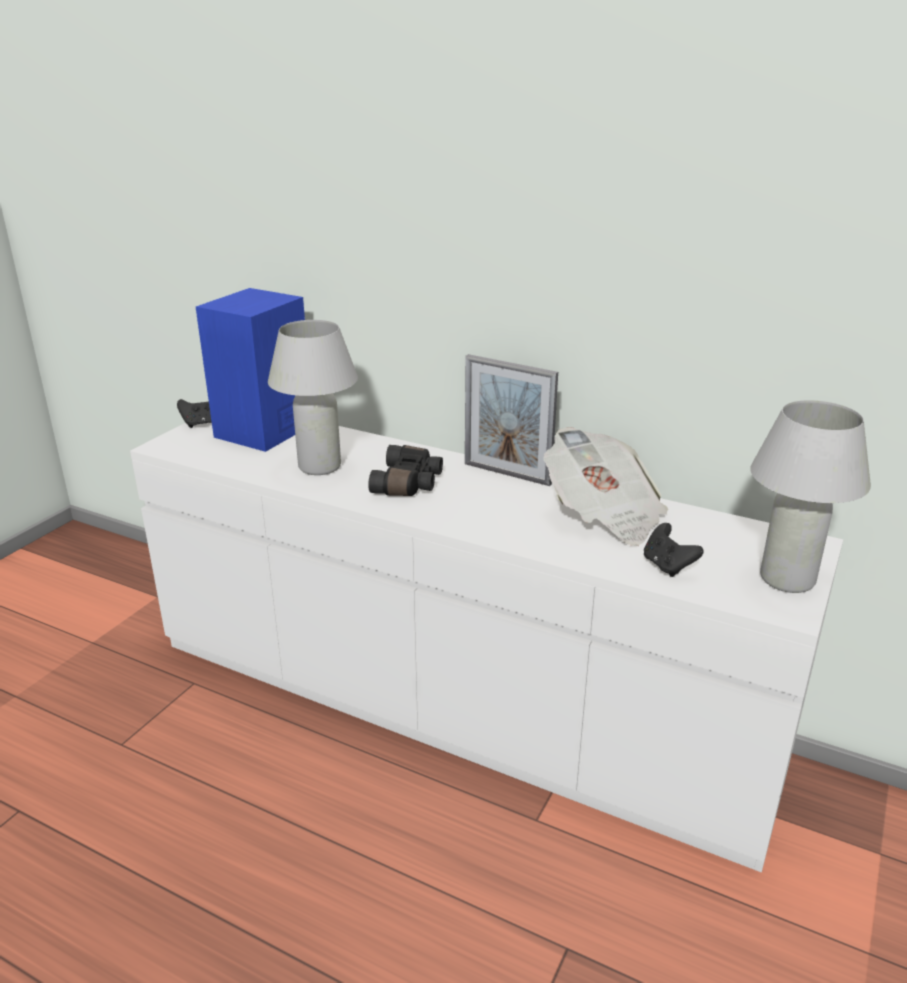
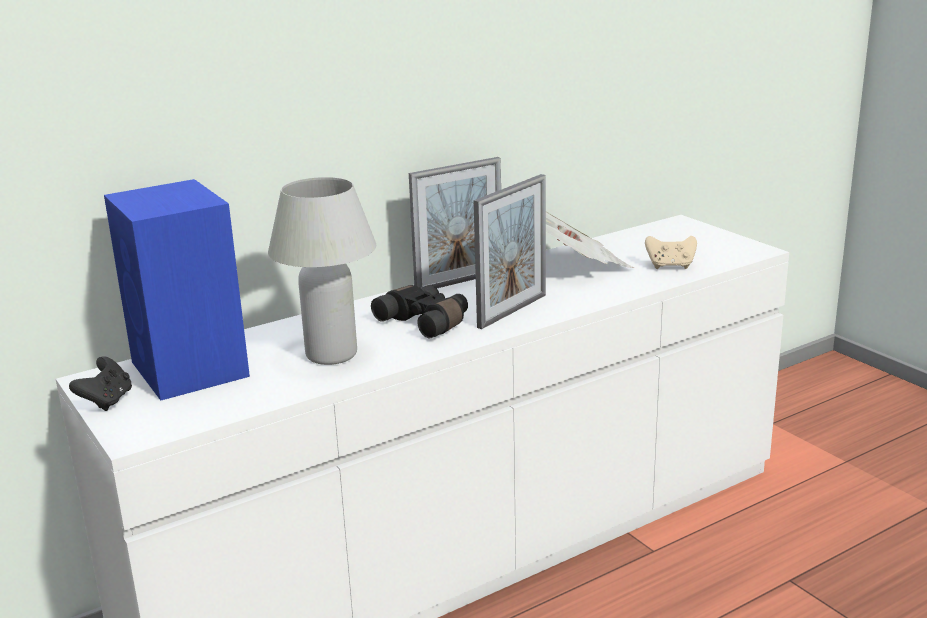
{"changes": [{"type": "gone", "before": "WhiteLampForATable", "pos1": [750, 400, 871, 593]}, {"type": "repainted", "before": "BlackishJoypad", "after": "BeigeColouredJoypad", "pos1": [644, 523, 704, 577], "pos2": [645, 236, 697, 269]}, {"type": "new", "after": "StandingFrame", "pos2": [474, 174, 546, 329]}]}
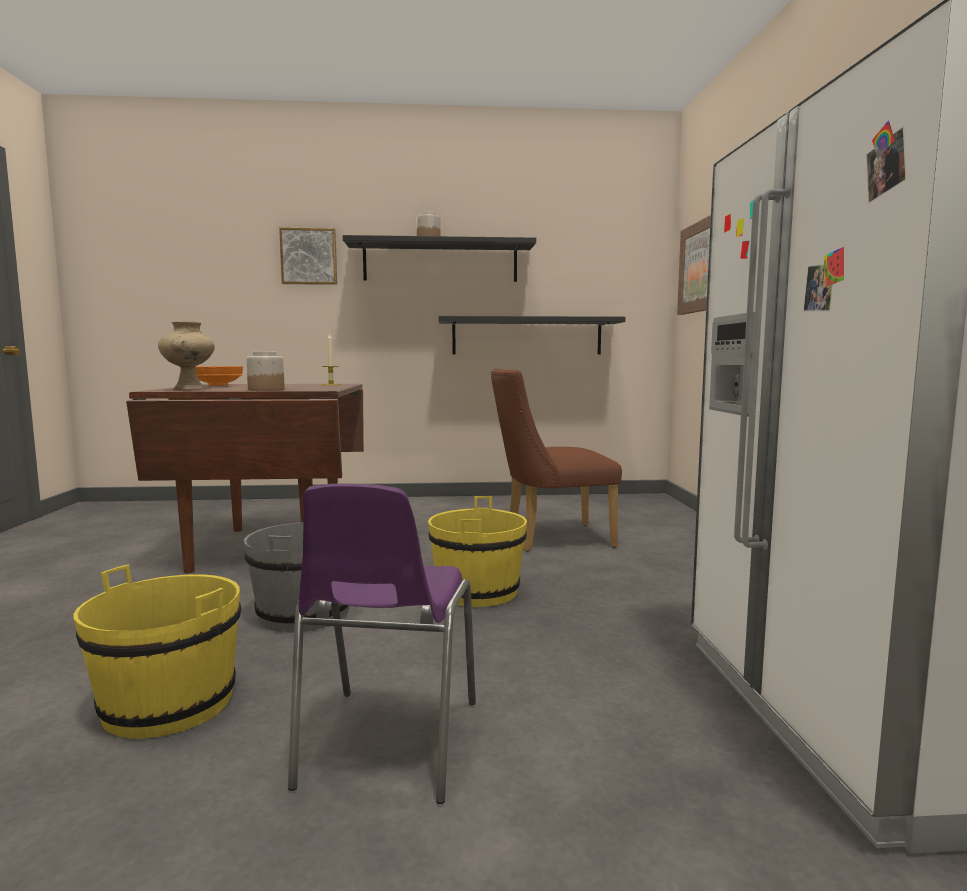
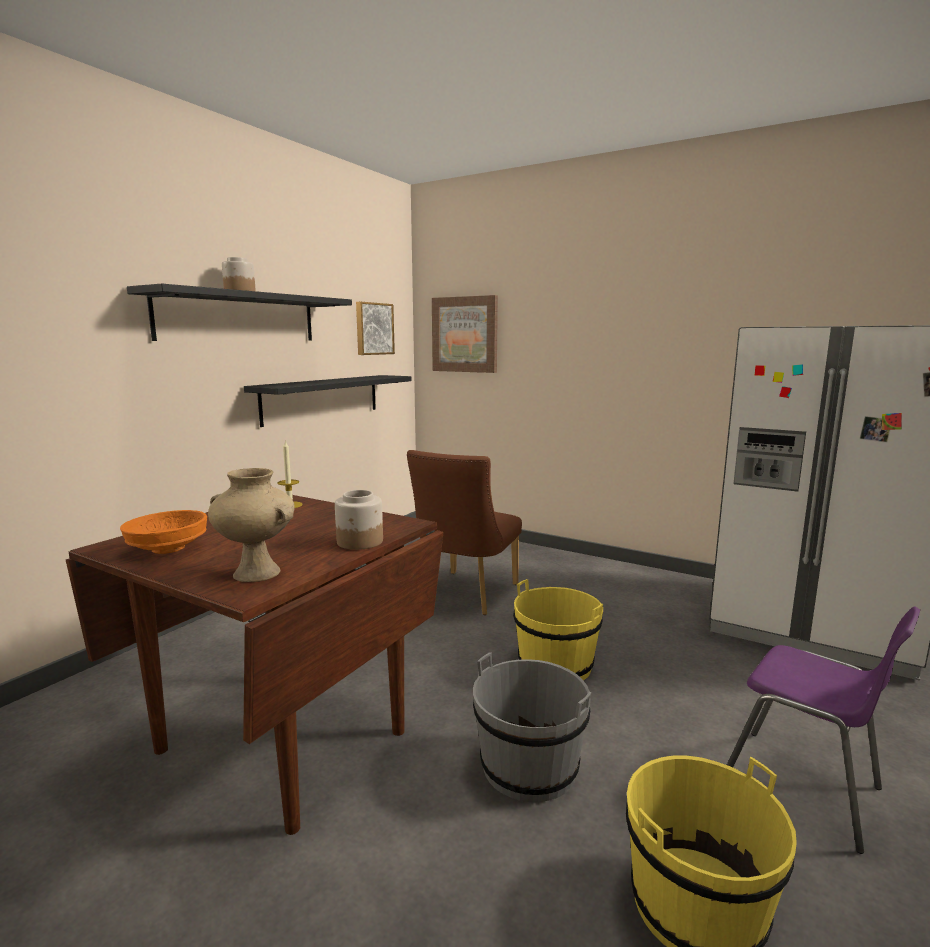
{"changes": [{"type": "shifted", "before": "WallArt", "pos1": [279, 228, 337, 285], "pos2": [356, 302, 395, 355]}]}
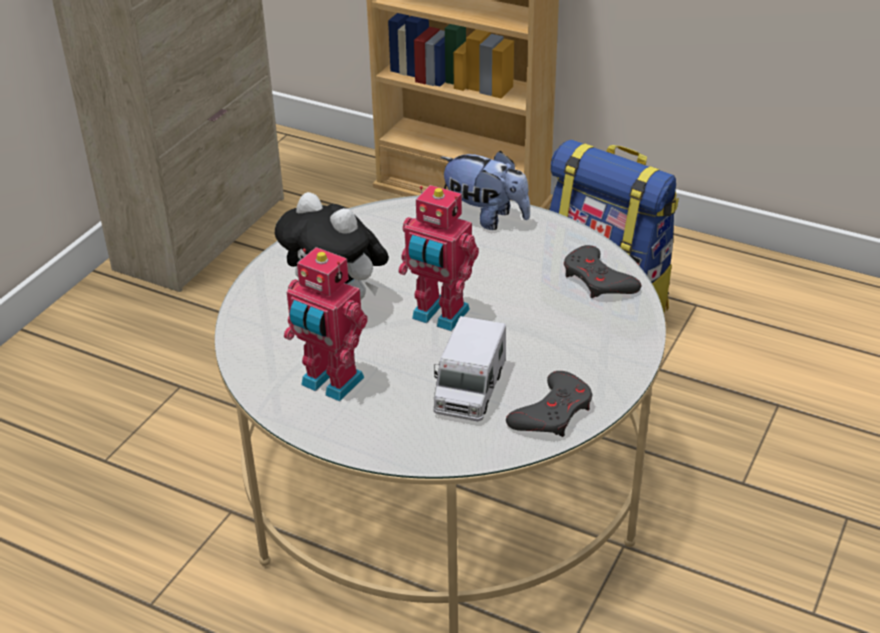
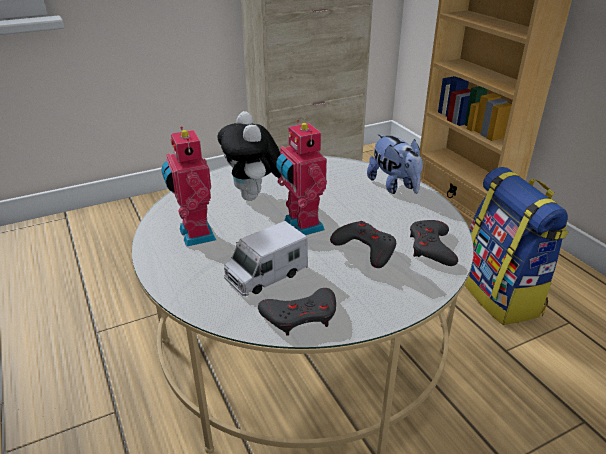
{"changes": [{"type": "new", "after": "GreyishJoypad", "pos2": [330, 221, 396, 268]}]}
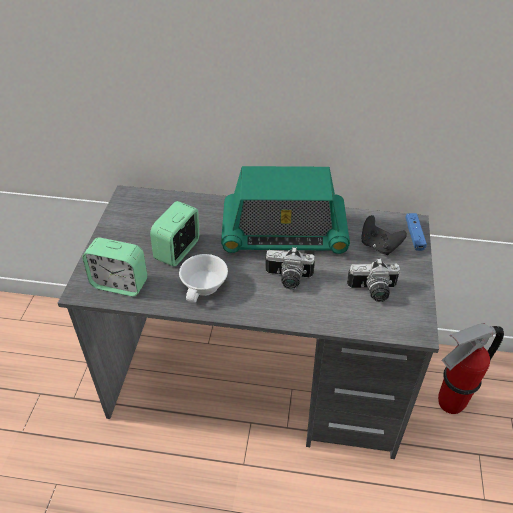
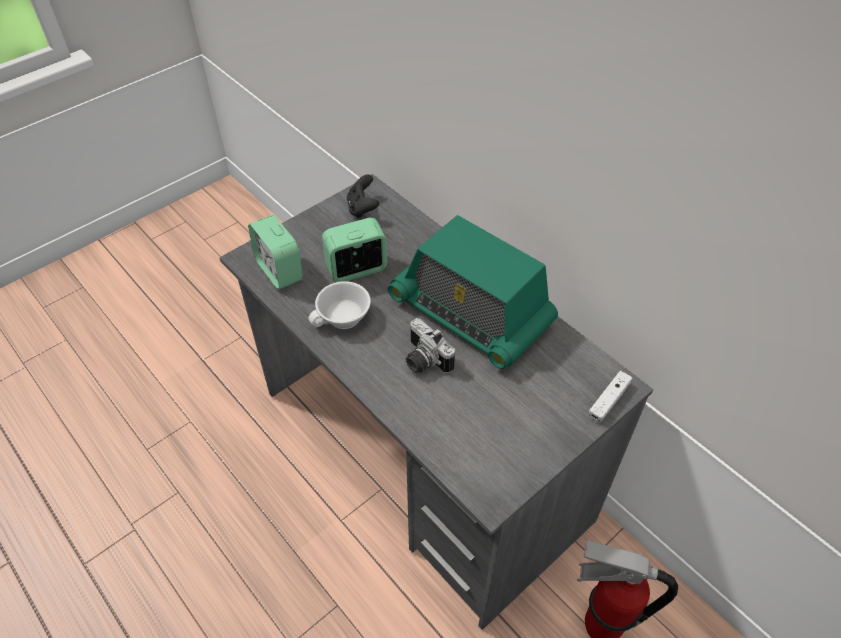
{"changes": [{"type": "repainted", "before": "BlueColouredJoypad", "after": "WhiteJoypad", "pos1": [405, 213, 427, 251], "pos2": [588, 371, 632, 423]}, {"type": "shifted", "before": "BlackishJoypad", "pos1": [361, 215, 407, 255], "pos2": [347, 174, 379, 218]}, {"type": "gone", "before": "PhotoCamera", "pos1": [347, 258, 400, 302]}]}
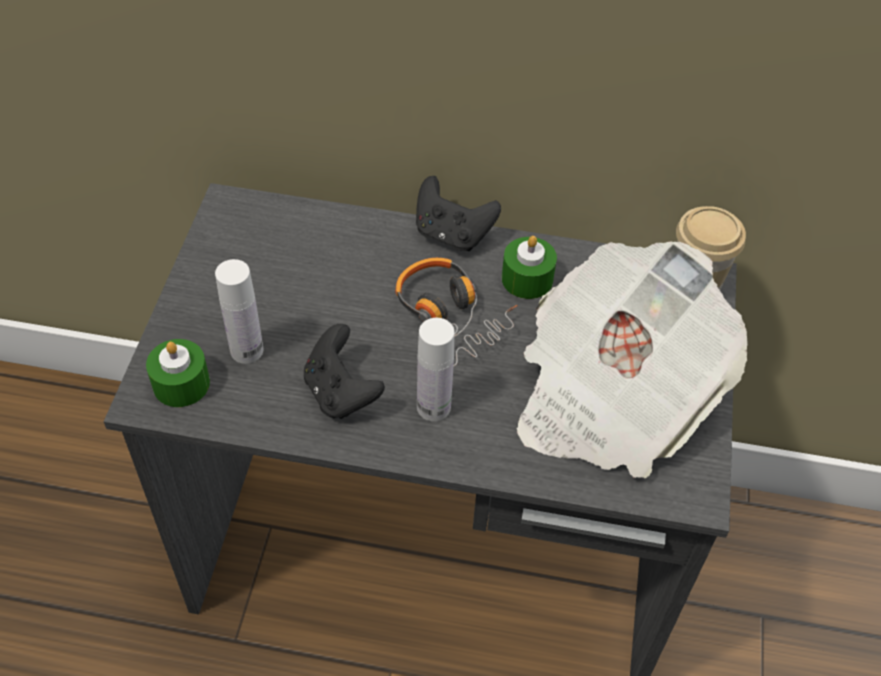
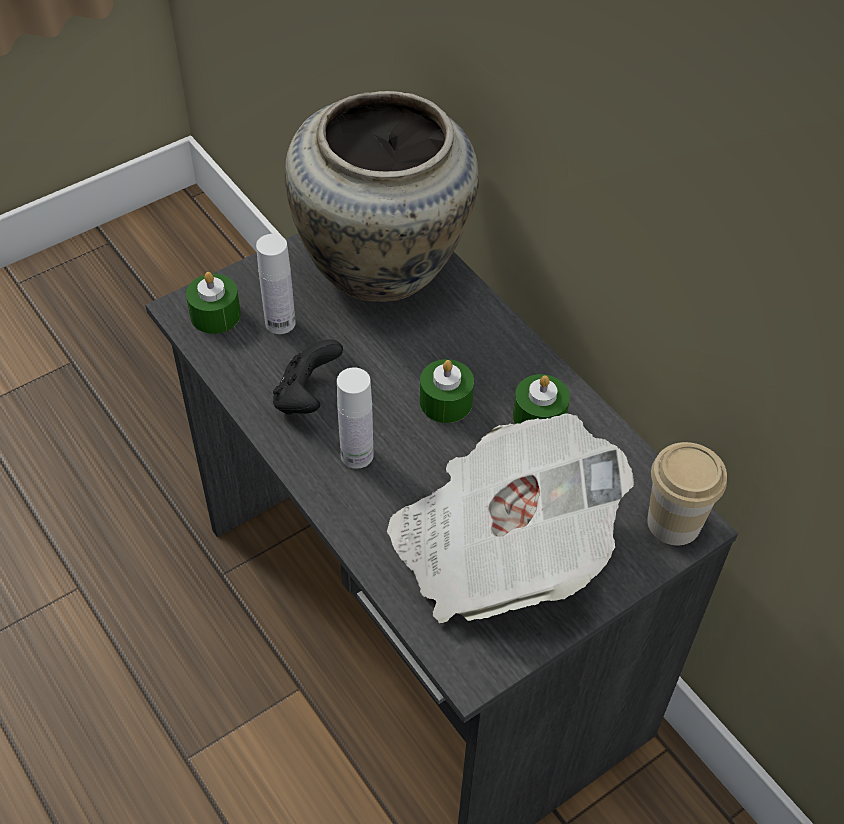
{"changes": [{"type": "gone", "before": "BlackishJoypad", "pos1": [416, 176, 501, 251]}, {"type": "swapped", "before": "Headset", "after": "GreenishWaxCandle", "pos1": [395, 258, 518, 367], "pos2": [420, 359, 474, 423]}, {"type": "new", "after": "BeigeColouredFlowerVase", "pos2": [285, 91, 479, 302]}]}
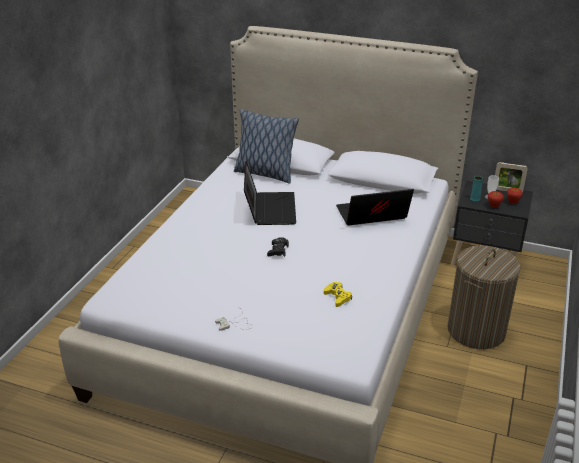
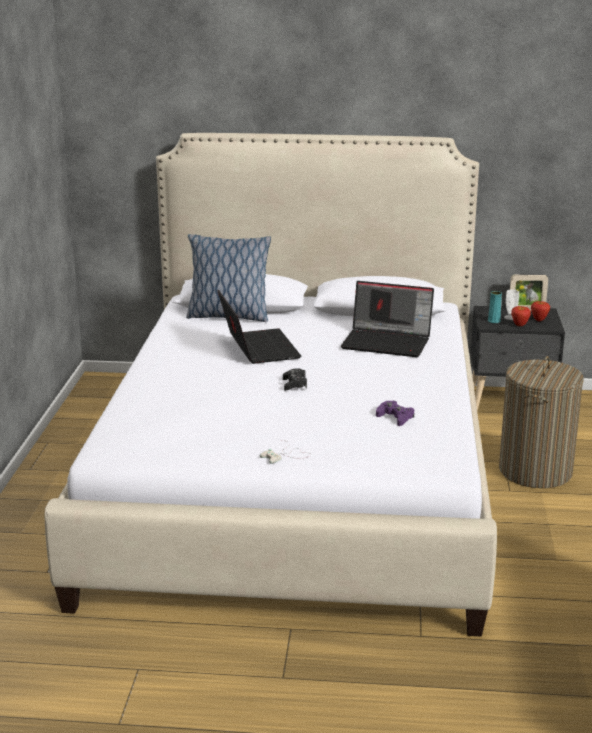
{"changes": [{"type": "rotated", "before": "Laptop", "pos1": [336, 189, 414, 226], "pos2": [341, 281, 434, 357], "turn": -135}, {"type": "repainted", "before": "YellowishJoypad", "after": "PurpleJoypad", "pos1": [324, 282, 352, 307], "pos2": [376, 401, 414, 426]}]}
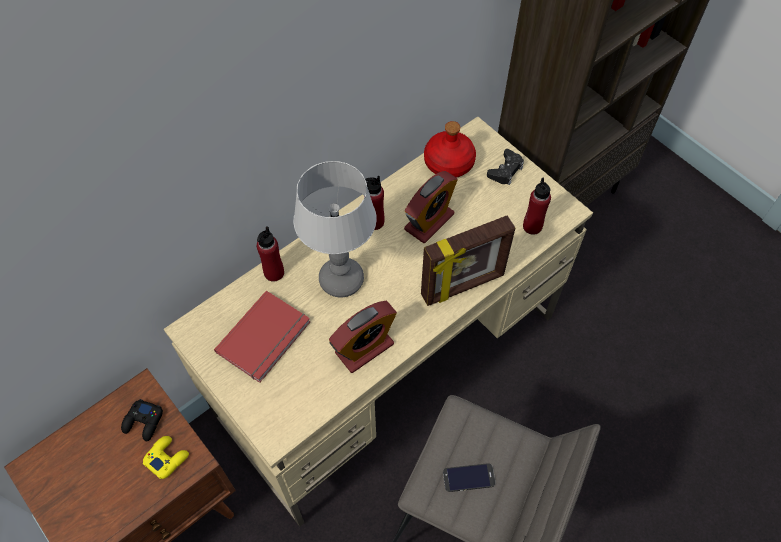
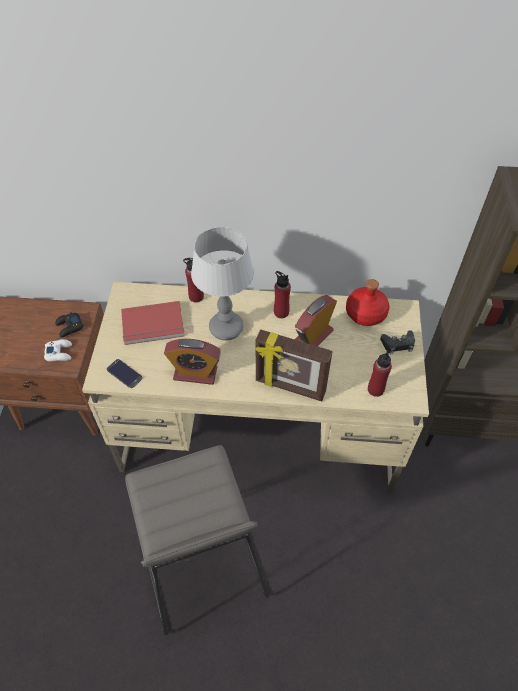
{"changes": [{"type": "rotated", "before": "BedsideClock", "pos1": [404, 171, 457, 243], "pos2": [295, 295, 337, 346], "turn": 135}, {"type": "repainted", "before": "YellowishJoypad", "after": "WhiteJoypad", "pos1": [142, 436, 189, 479], "pos2": [44, 339, 72, 361]}, {"type": "shifted", "before": "Telephone", "pos1": [443, 463, 495, 492], "pos2": [107, 359, 142, 388]}]}
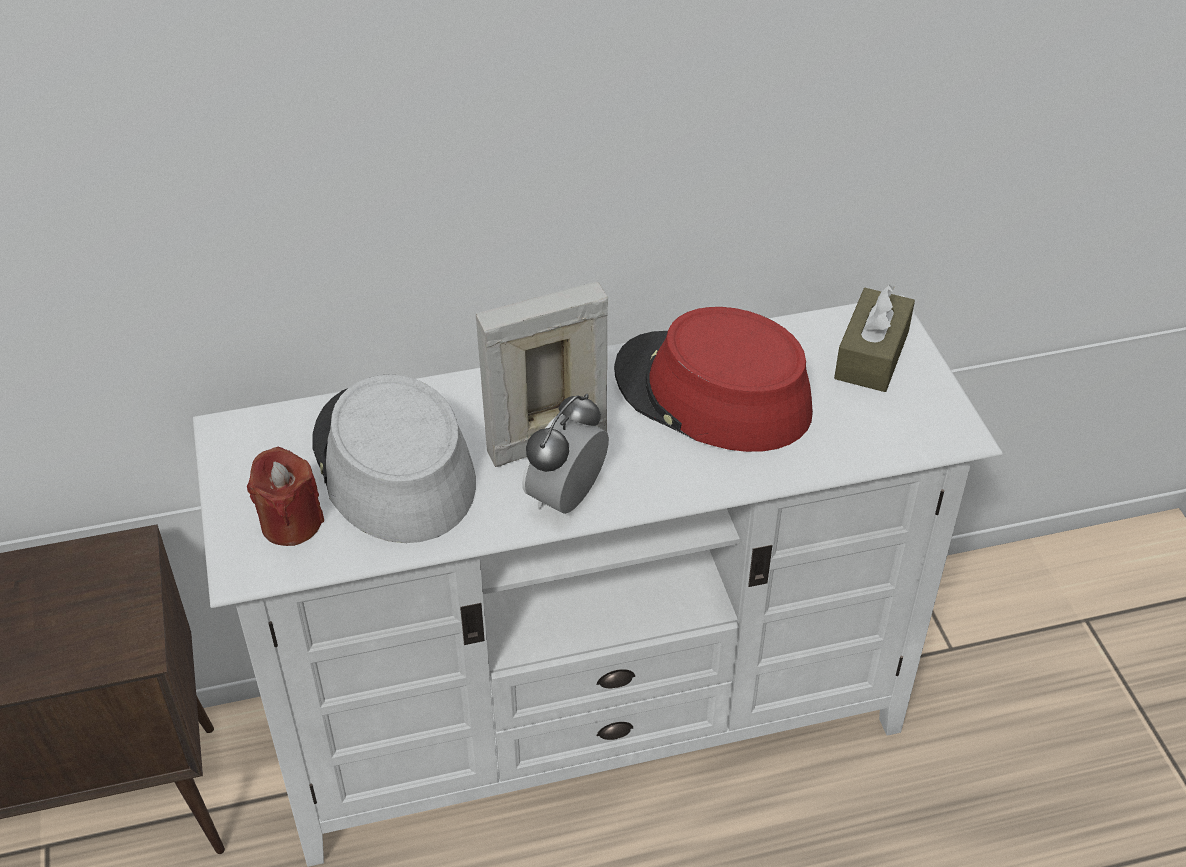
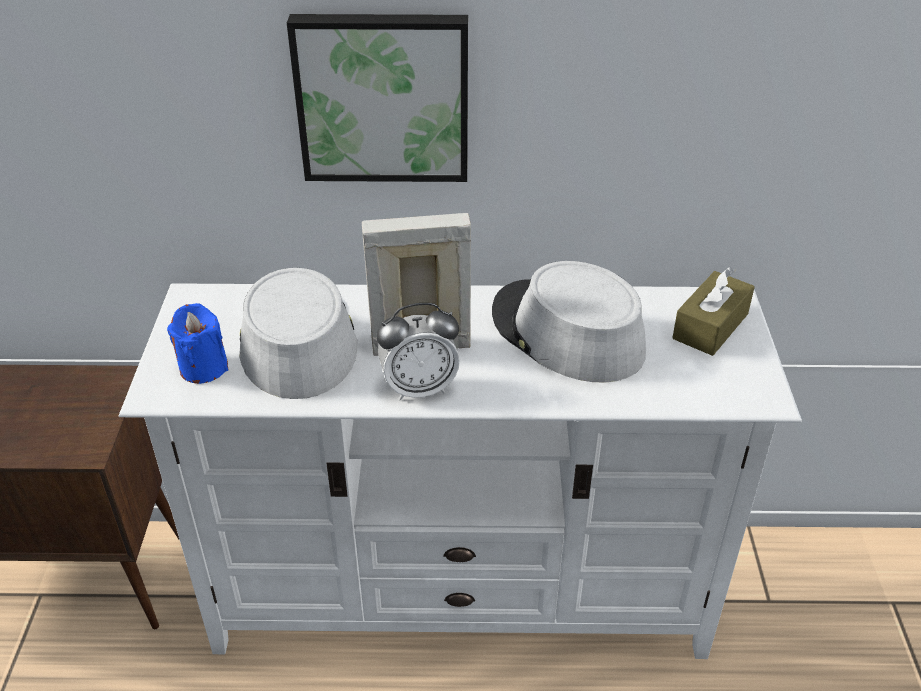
{"changes": [{"type": "repainted", "before": "RedColouredWearableHat", "after": "GreyishWearableHat", "pos1": [614, 307, 813, 452], "pos2": [492, 261, 646, 383]}, {"type": "rotated", "before": "BedsideClock", "pos1": [522, 394, 609, 514], "pos2": [377, 303, 460, 401], "turn": -150}, {"type": "repainted", "before": "RedColouredWaxCandle", "after": "BlueColouredWaxCandle", "pos1": [247, 447, 324, 546], "pos2": [167, 303, 229, 384]}, {"type": "new", "after": "WallArt", "pos2": [287, 14, 468, 182]}]}
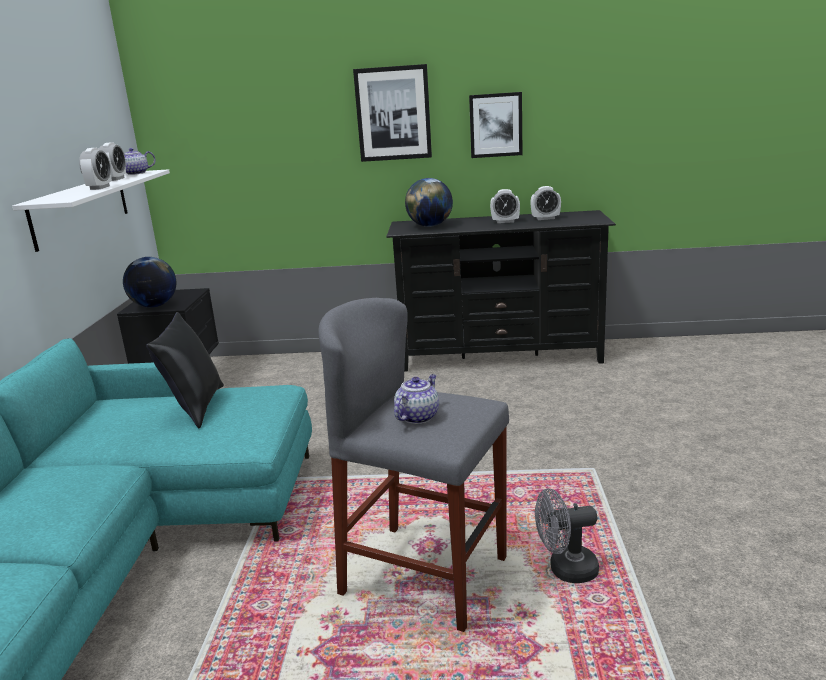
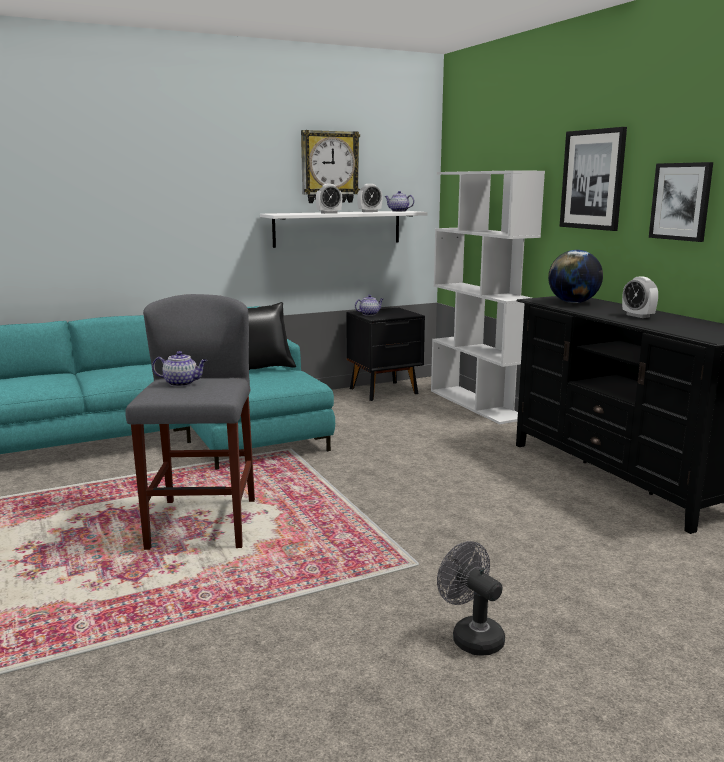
{"changes": [{"type": "gone", "before": "BedsideClock", "pos1": [531, 186, 561, 220]}, {"type": "swapped", "before": "WorldGlobe", "after": "TeaPot", "pos1": [123, 257, 176, 307], "pos2": [355, 295, 383, 316]}, {"type": "shifted", "before": "GreyishCoolingFan", "pos1": [535, 488, 599, 583], "pos2": [437, 541, 505, 655]}, {"type": "new", "after": "HangingClock", "pos2": [301, 130, 360, 203]}, {"type": "new", "after": "WhiteBookcase", "pos2": [431, 170, 545, 424]}]}
